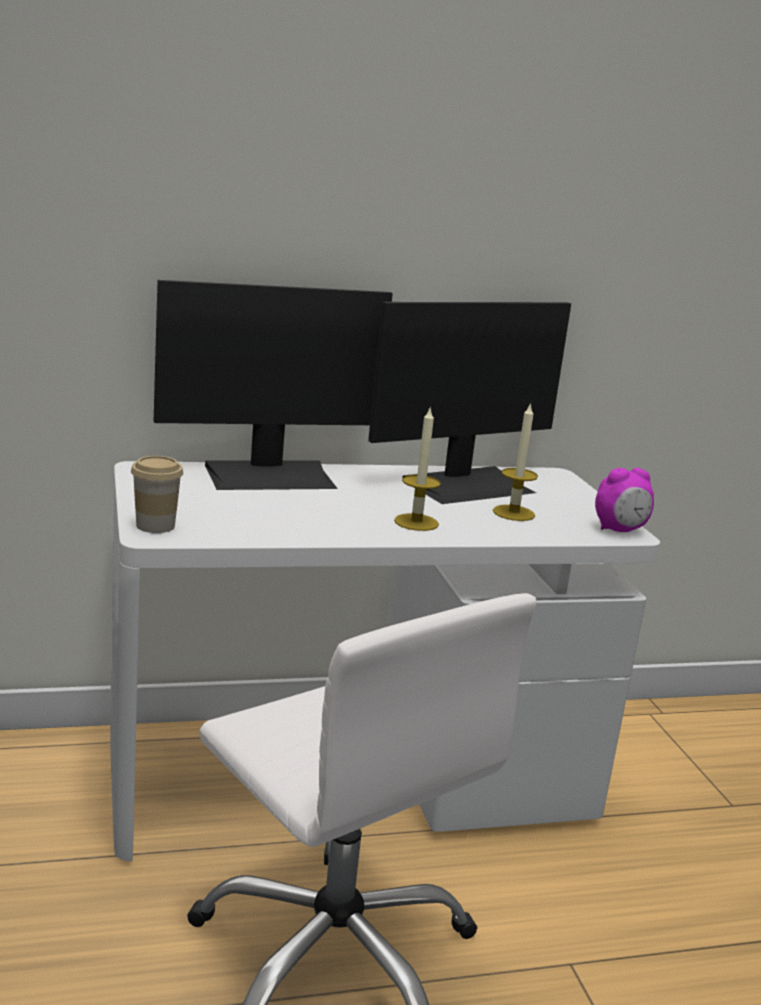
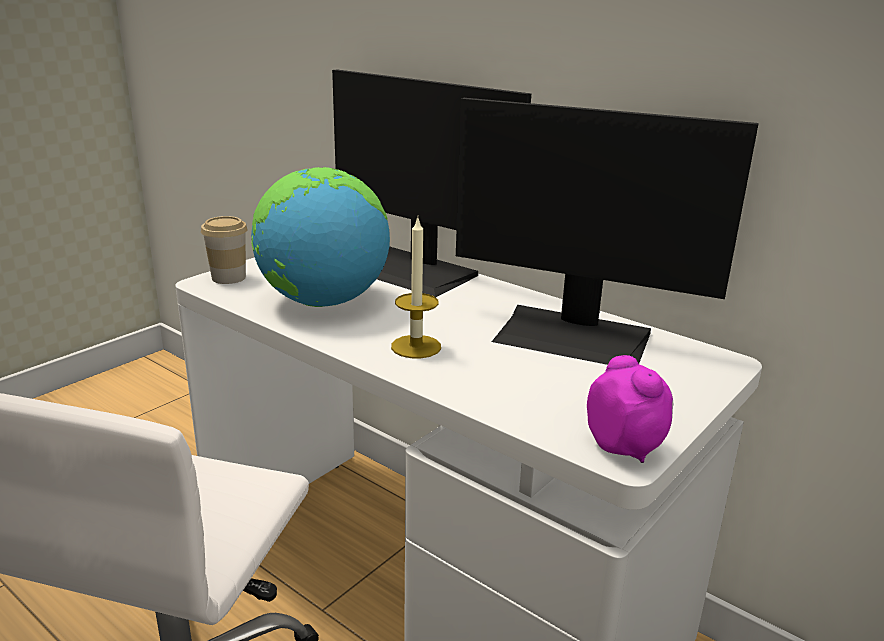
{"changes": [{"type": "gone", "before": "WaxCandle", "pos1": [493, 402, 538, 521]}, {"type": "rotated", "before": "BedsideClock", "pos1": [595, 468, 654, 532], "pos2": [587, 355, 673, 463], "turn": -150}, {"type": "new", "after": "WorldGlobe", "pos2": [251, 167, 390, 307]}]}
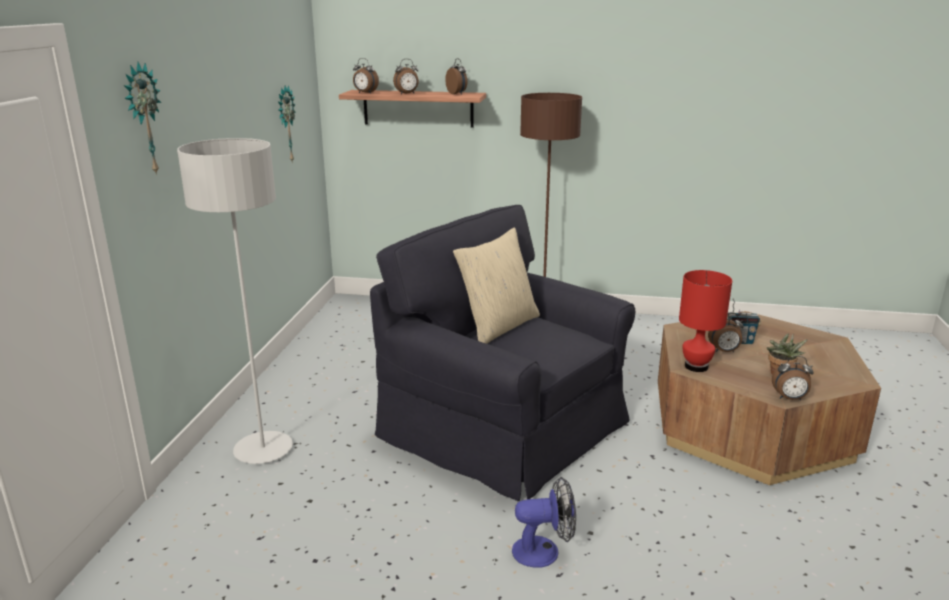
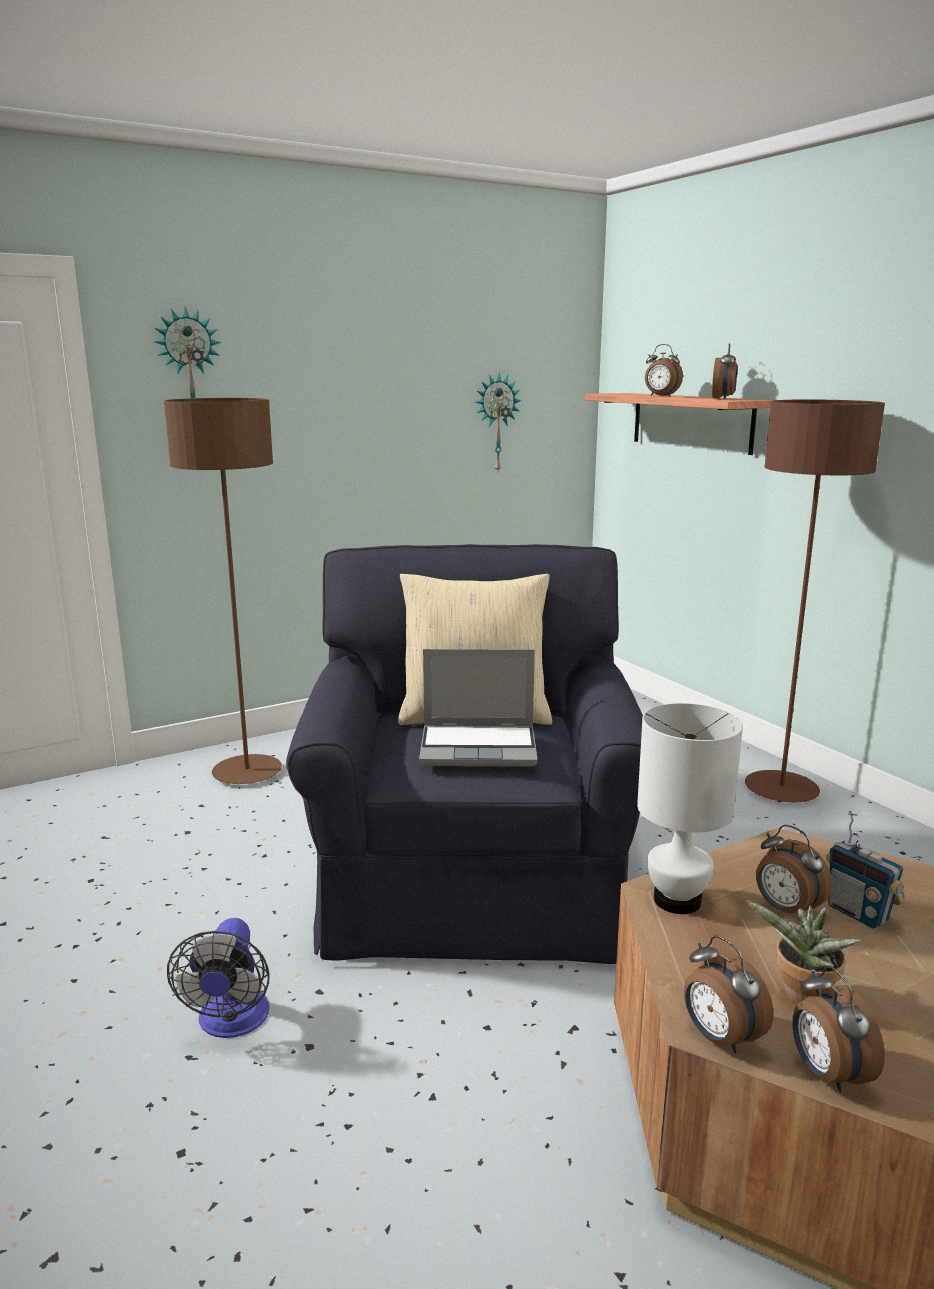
{"changes": [{"type": "shifted", "before": "BedsideClock", "pos1": [353, 58, 379, 94], "pos2": [792, 965, 885, 1093]}, {"type": "repainted", "before": "GreyishStandingLamp", "after": "BrownStandingLamp", "pos1": [177, 138, 293, 464], "pos2": [164, 398, 282, 784]}, {"type": "repainted", "before": "RedColouredLampForATable", "after": "WhiteLampForATable", "pos1": [679, 270, 732, 372], "pos2": [637, 703, 743, 914]}, {"type": "rotated", "before": "CoolingFan", "pos1": [512, 477, 576, 568], "pos2": [167, 918, 270, 1038], "turn": 45}, {"type": "new", "after": "Laptop", "pos2": [419, 649, 538, 767]}]}
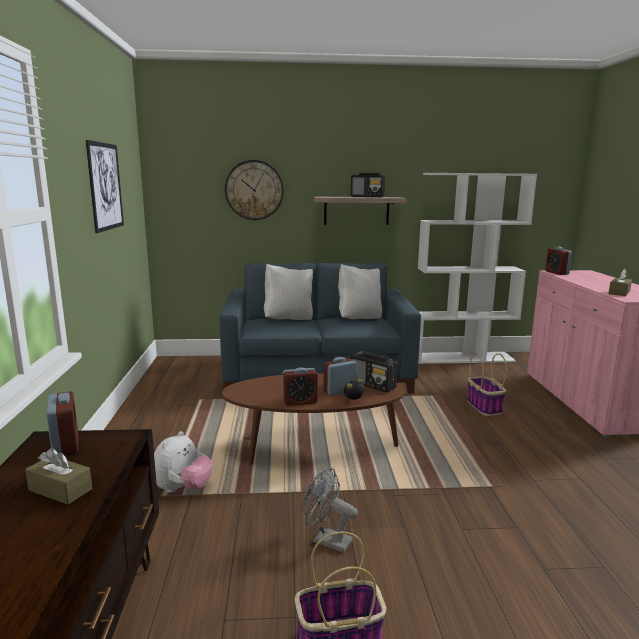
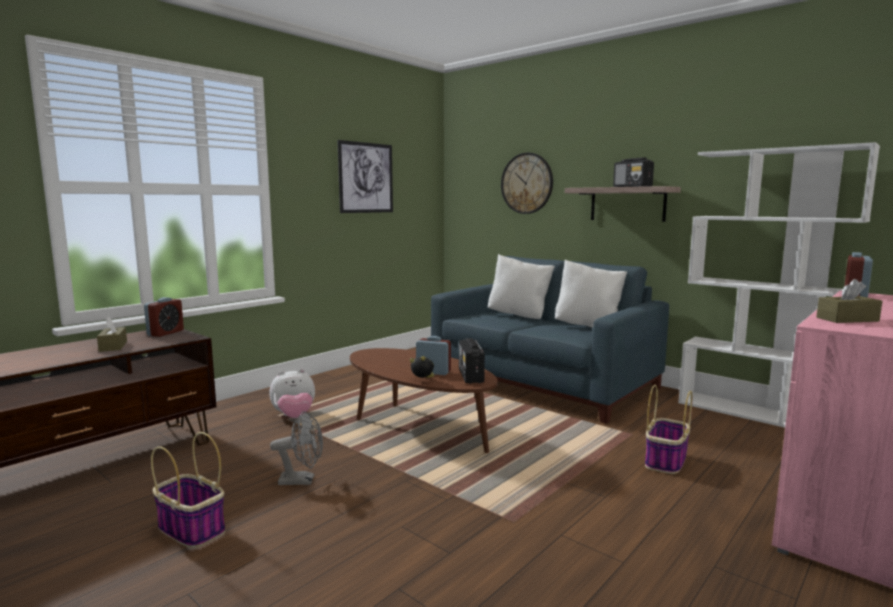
{"changes": [{"type": "gone", "before": "BedsideClock", "pos1": [282, 367, 318, 406]}, {"type": "rotated", "before": "GreyishCoolingFan", "pos1": [302, 468, 358, 553], "pos2": [270, 411, 323, 485], "turn": 105}]}
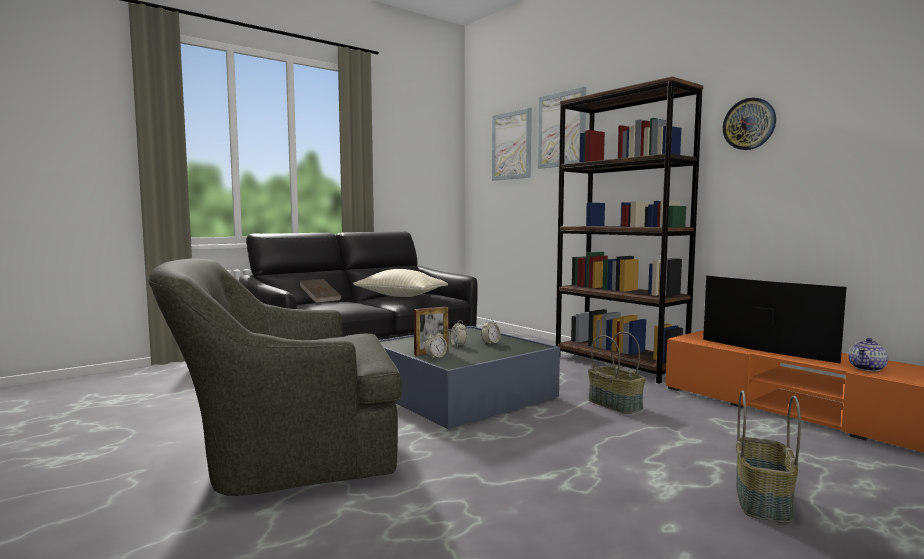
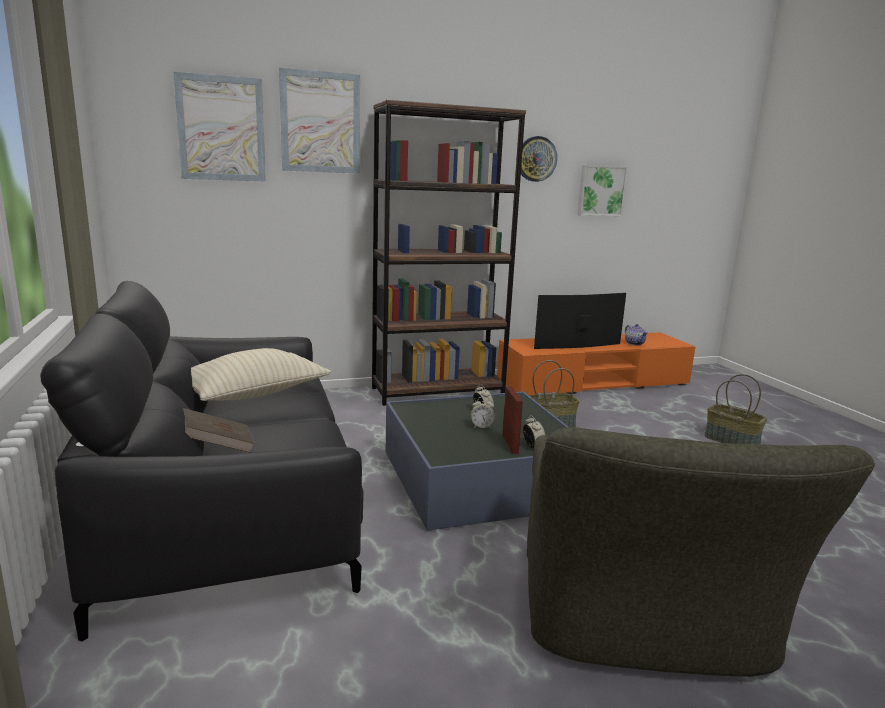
{"changes": [{"type": "new", "after": "WallArt", "pos2": [577, 165, 628, 216]}]}
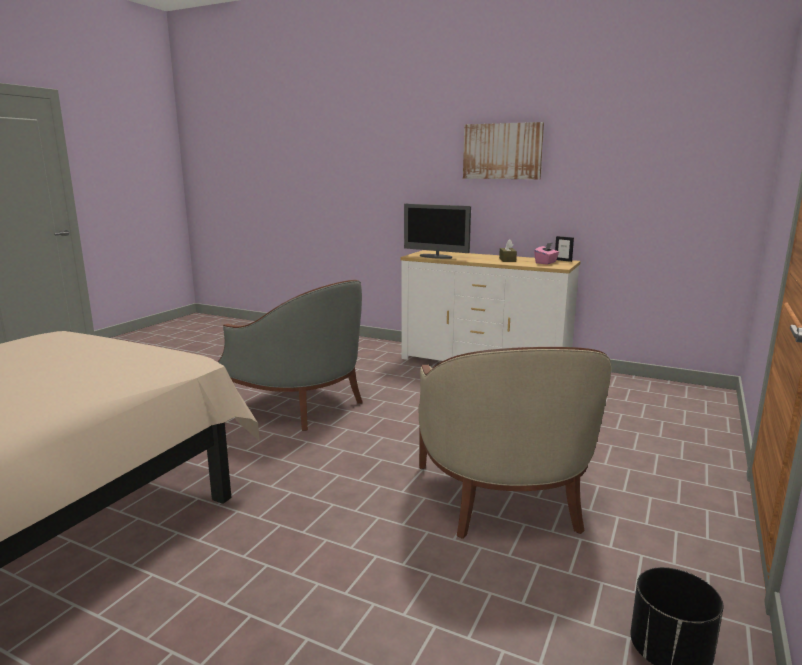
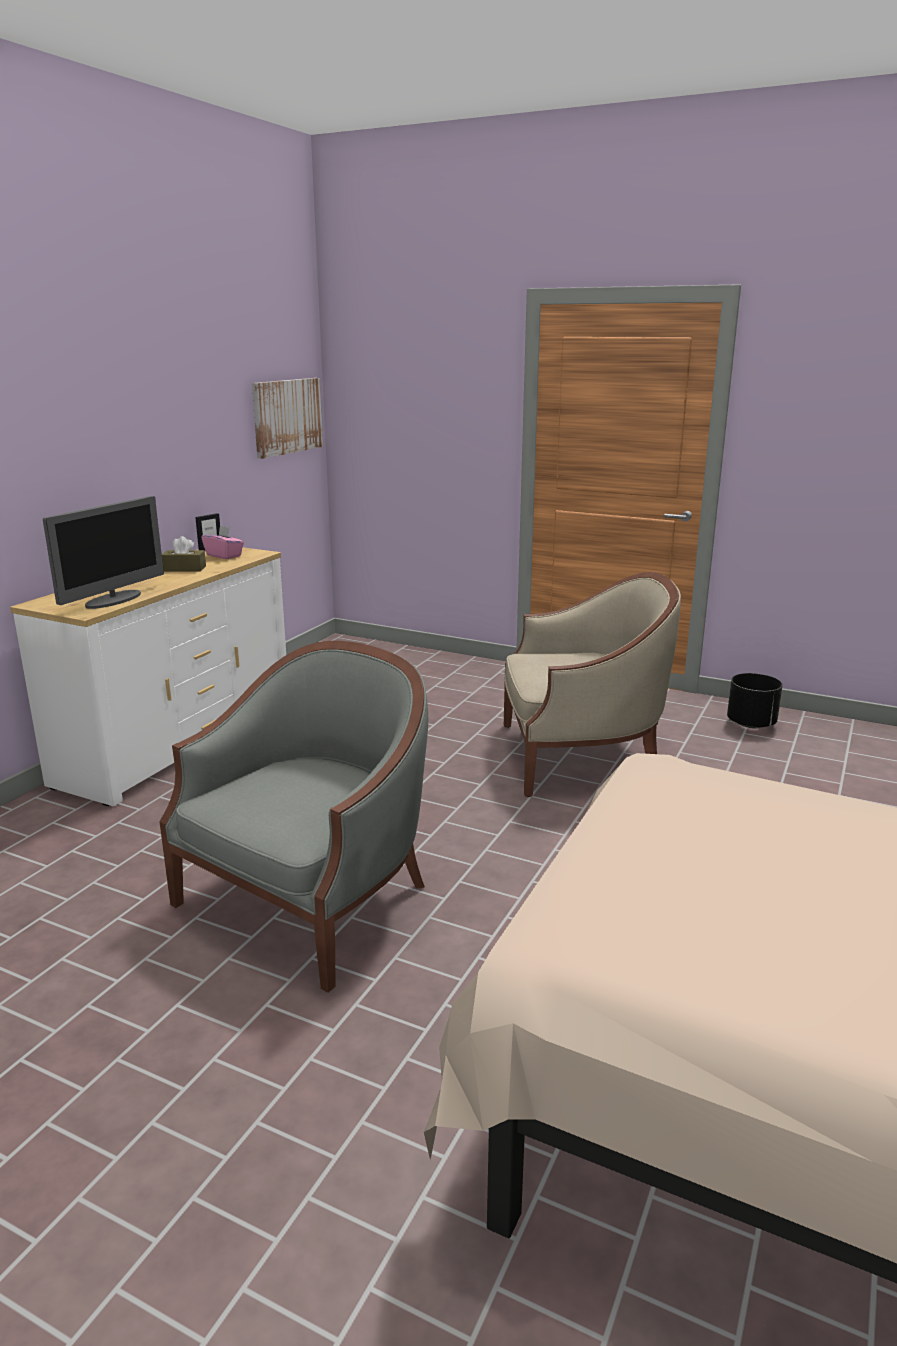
{"changes": [{"type": "shifted", "before": "WallArt", "pos1": [463, 122, 544, 179], "pos2": [252, 378, 323, 459]}]}
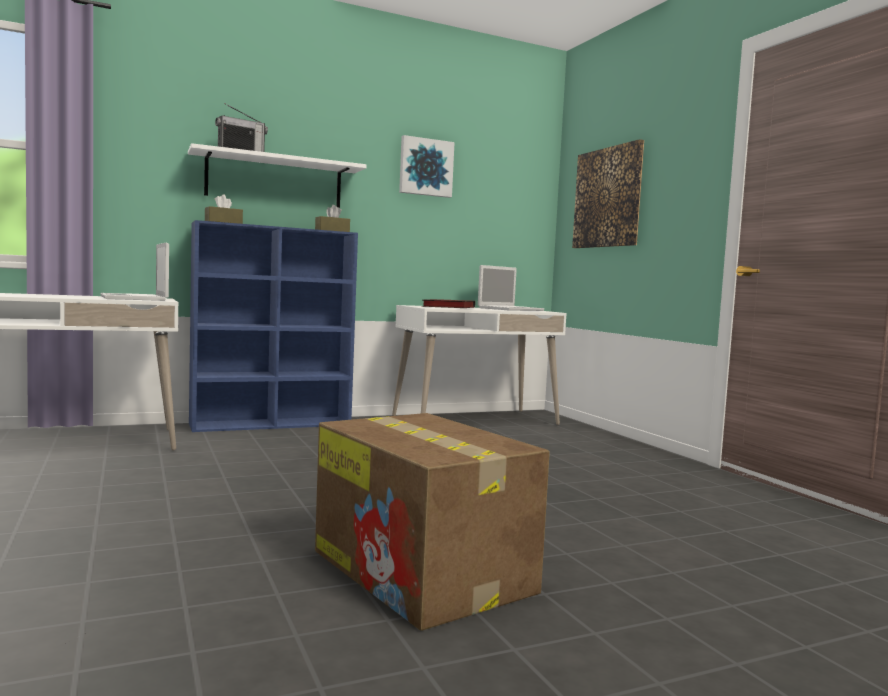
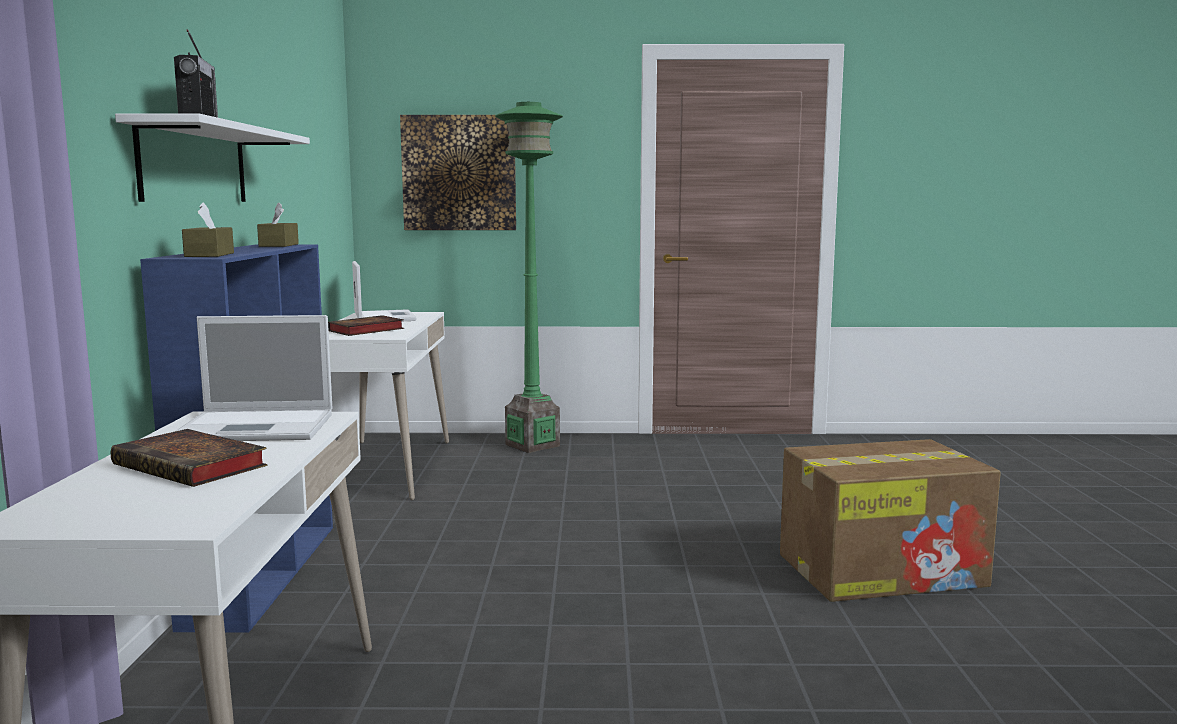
{"changes": [{"type": "gone", "before": "WallArt", "pos1": [399, 135, 455, 198]}, {"type": "new", "after": "GreenishStandingLamp", "pos2": [495, 102, 563, 453]}, {"type": "new", "after": "Volume", "pos2": [110, 429, 267, 487]}]}
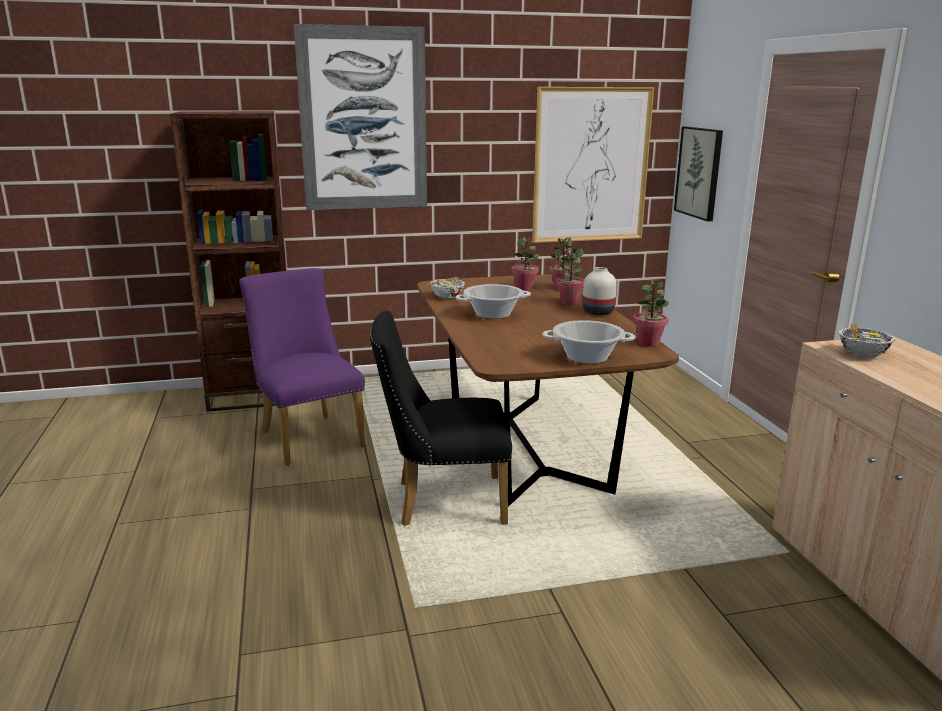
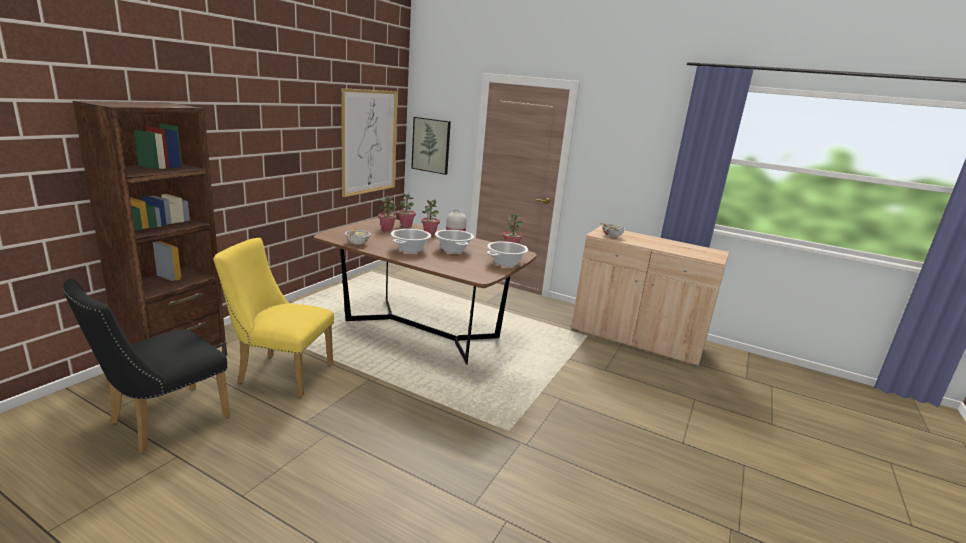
{"changes": [{"type": "gone", "before": "WallArt", "pos1": [294, 24, 427, 210]}, {"type": "repainted", "before": "PurpleUprightChair", "after": "YellowishUprightChair", "pos1": [239, 268, 365, 465], "pos2": [213, 238, 334, 397]}, {"type": "shifted", "before": "BlackishUprightChair", "pos1": [370, 310, 512, 526], "pos2": [63, 279, 230, 453]}, {"type": "new", "after": "Saucepot", "pos2": [435, 230, 474, 253]}]}
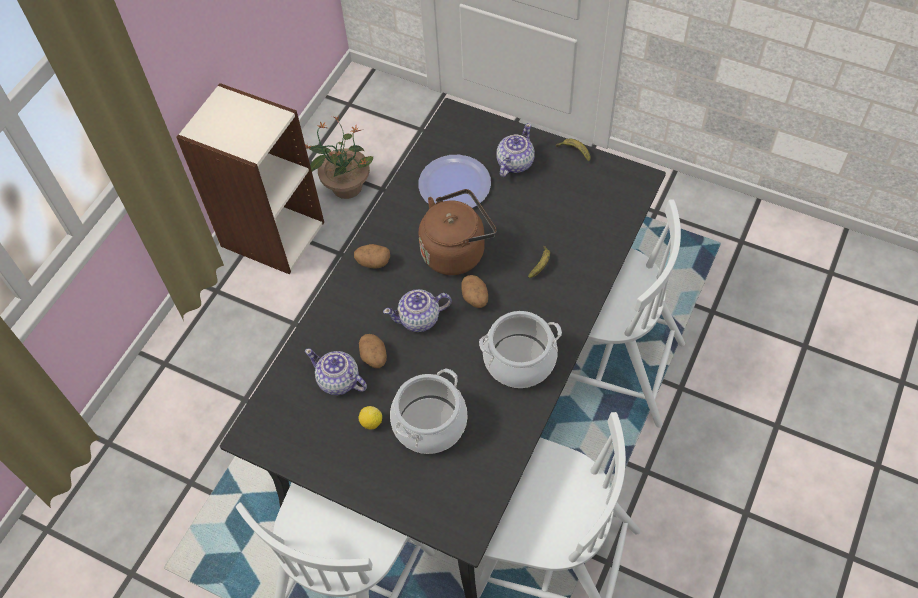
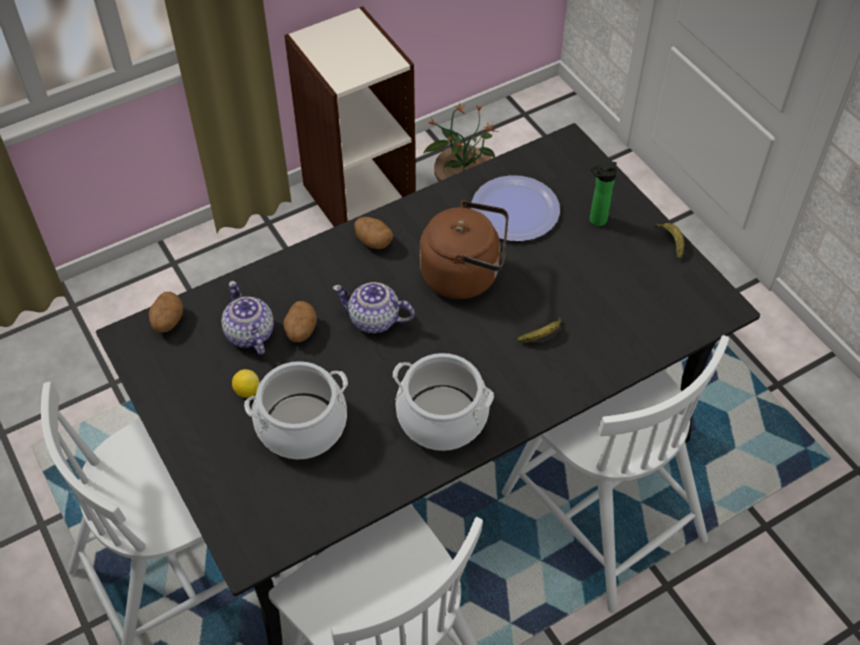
{"changes": [{"type": "swapped", "before": "TeaPot", "after": "Bottle", "pos1": [496, 123, 535, 177], "pos2": [590, 161, 617, 226]}, {"type": "shifted", "before": "Potato", "pos1": [461, 275, 488, 308], "pos2": [149, 292, 183, 333]}]}
